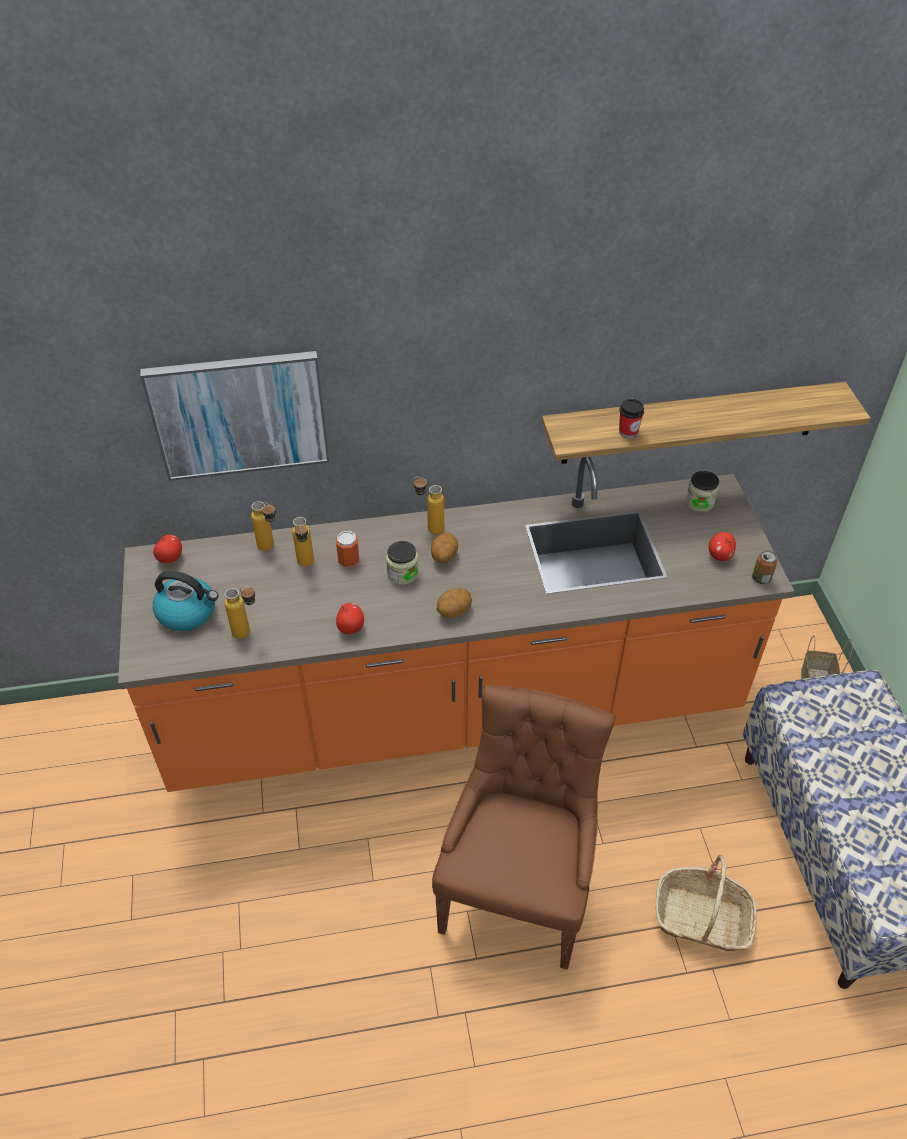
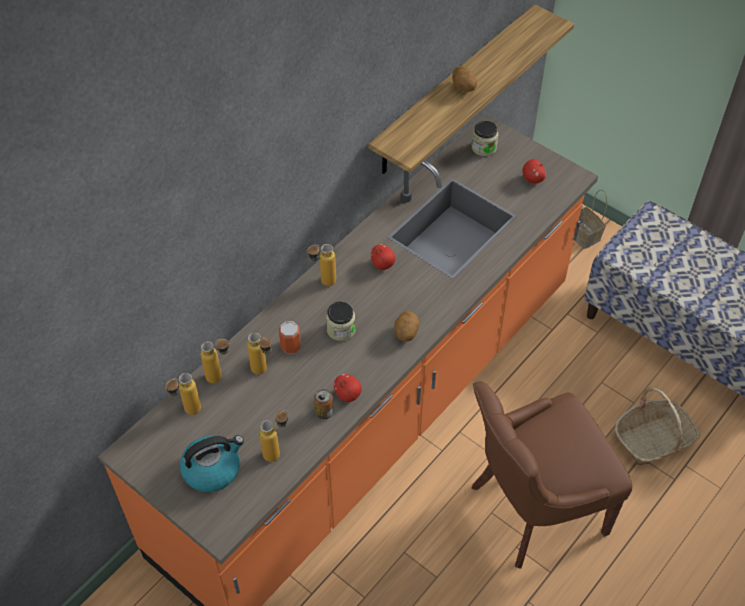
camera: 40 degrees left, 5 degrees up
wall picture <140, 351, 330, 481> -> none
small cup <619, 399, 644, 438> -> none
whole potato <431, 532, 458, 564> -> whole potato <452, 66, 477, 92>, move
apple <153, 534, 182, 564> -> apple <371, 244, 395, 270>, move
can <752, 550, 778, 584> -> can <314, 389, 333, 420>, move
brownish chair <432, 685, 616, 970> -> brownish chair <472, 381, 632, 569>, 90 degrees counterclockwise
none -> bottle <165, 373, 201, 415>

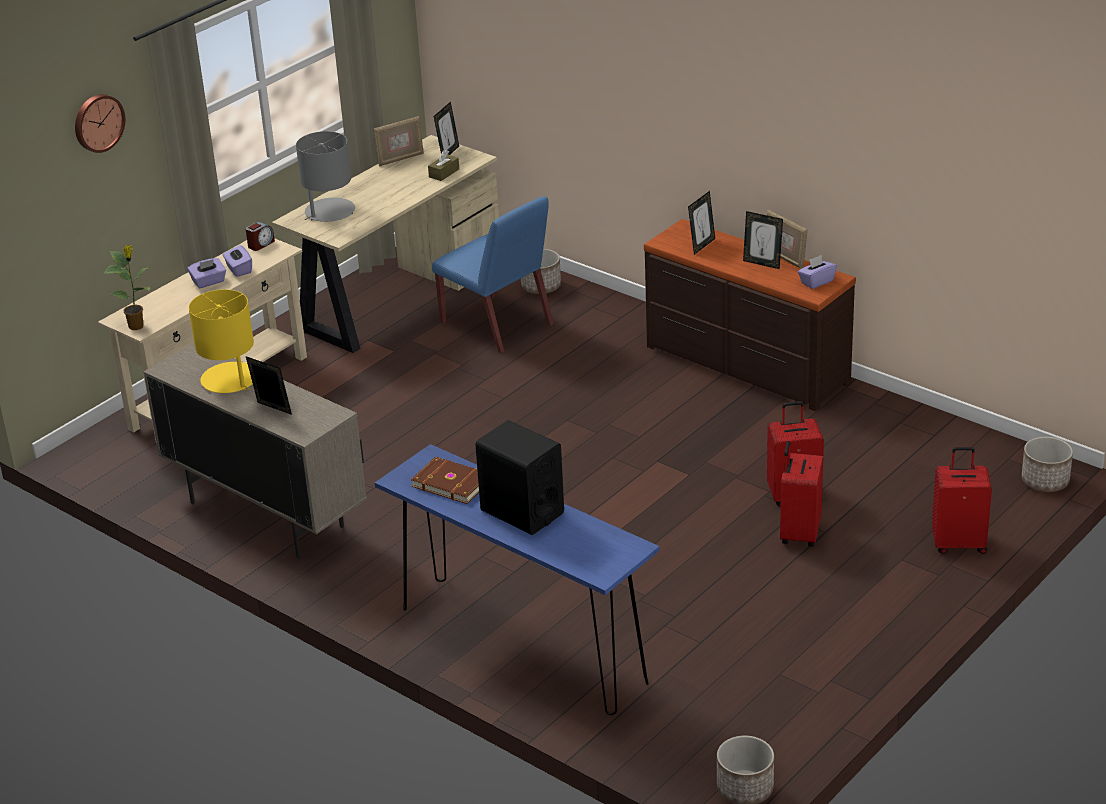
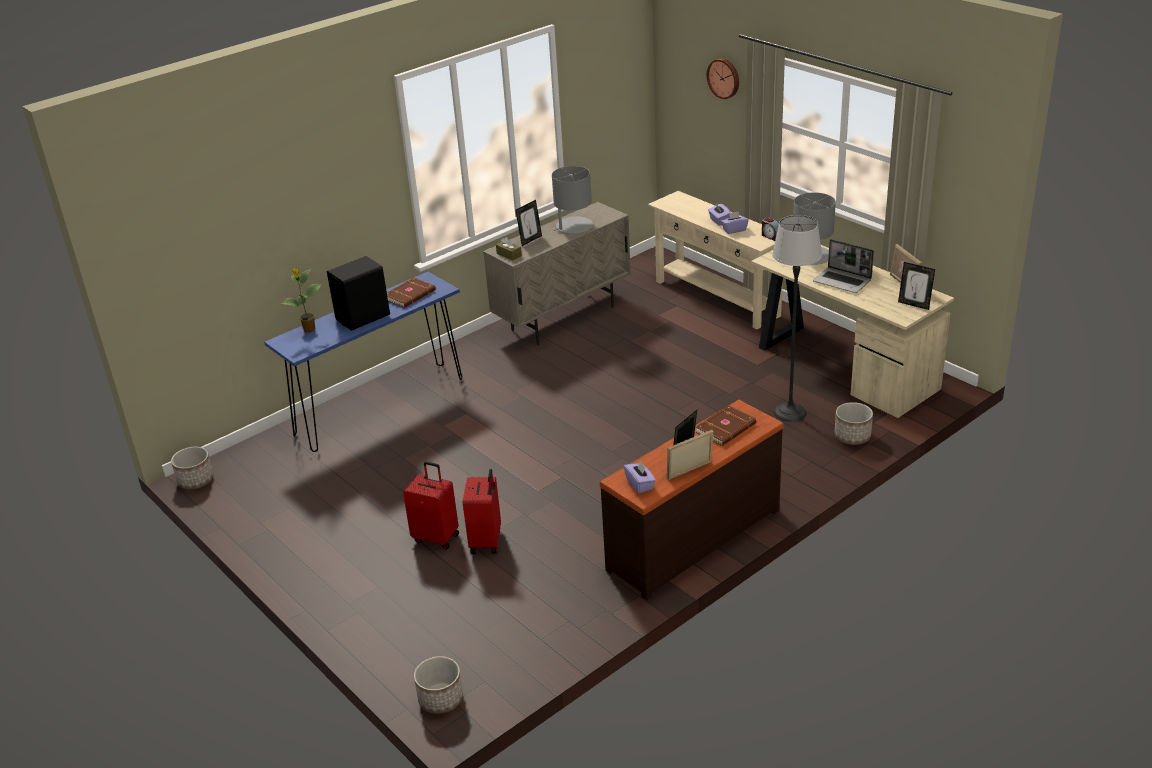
camera: 100 degrees right, 0 degrees up
brownish tissue holder <428, 150, 459, 181> -> brownish tissue holder <496, 237, 522, 261>, move
photo frame <688, 191, 715, 255> -> brownish volume <695, 405, 756, 446>
blue chair <432, 196, 554, 353> -> standing lamp <772, 215, 822, 422>
plant in a pot <103, 245, 151, 330> -> plant in a pot <281, 268, 321, 333>, move
yellowish table lamp <189, 289, 254, 393> -> grey table lamp <552, 166, 593, 234>
red-coloured piece of luggage <932, 447, 992, 554> -> none
none -> laptop <813, 239, 874, 293>

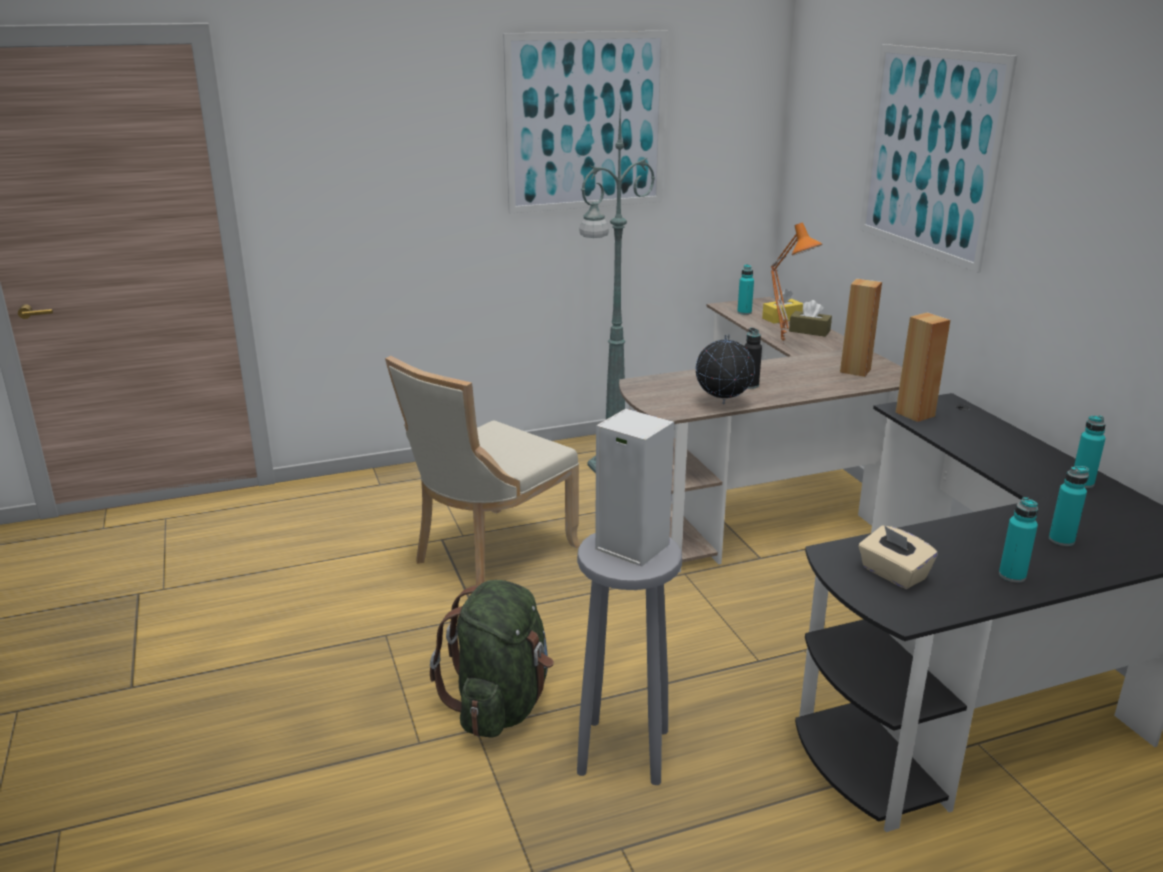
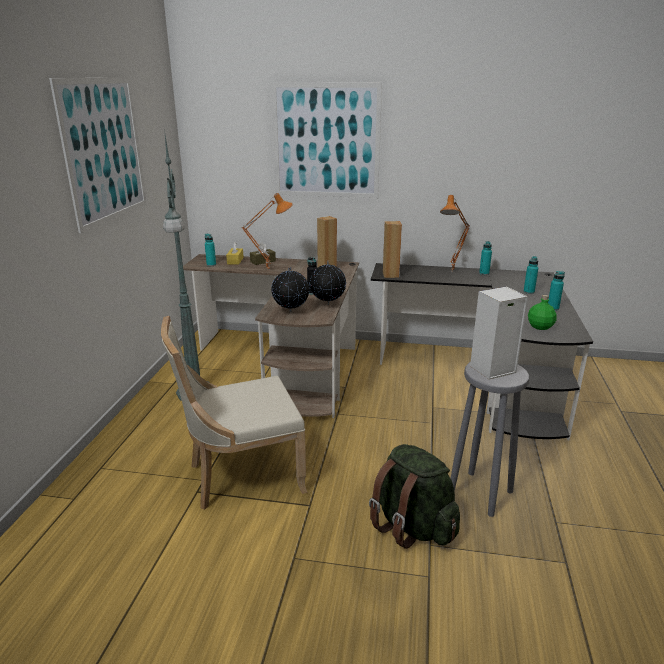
camera: 60 degrees left, 0 degrees up
sand-coloured chair <385, 356, 580, 585> -> sand-coloured chair <161, 316, 308, 510>, 90 degrees clockwise
sand-coloured tissue holder <858, 525, 938, 589> -> green-coloured bottle <528, 295, 557, 330>
none -> orange-coloured table lamp <440, 195, 470, 270>
none -> world globe <271, 267, 309, 312>

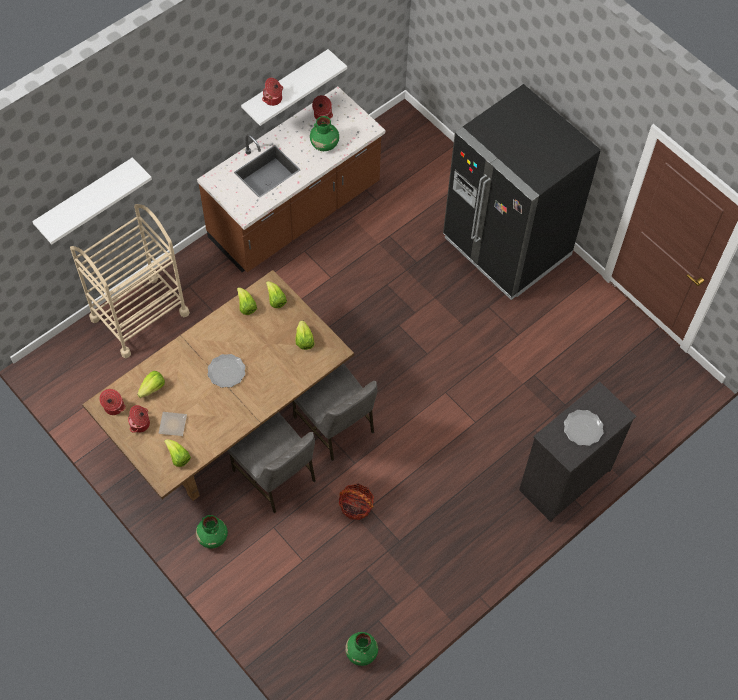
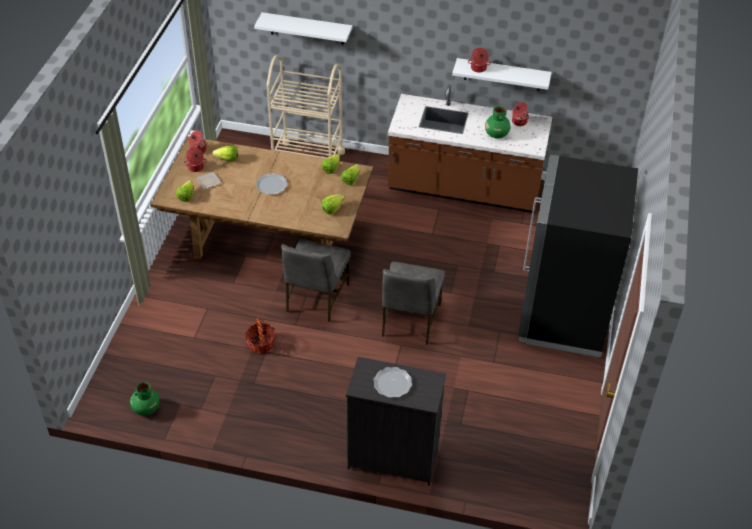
camera: 55 degrees right, 15 degrees down
grey chair <227, 412, 316, 513> -> grey chair <382, 262, 445, 345>, move
green-coloured flower vase <196, 515, 228, 549> -> none

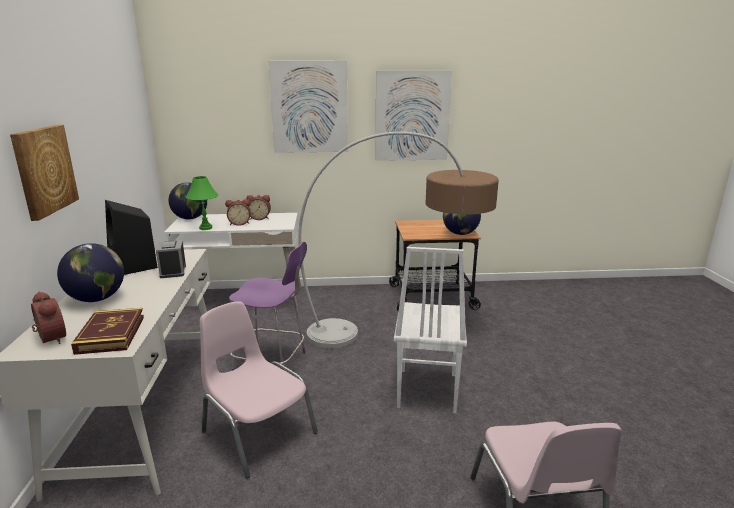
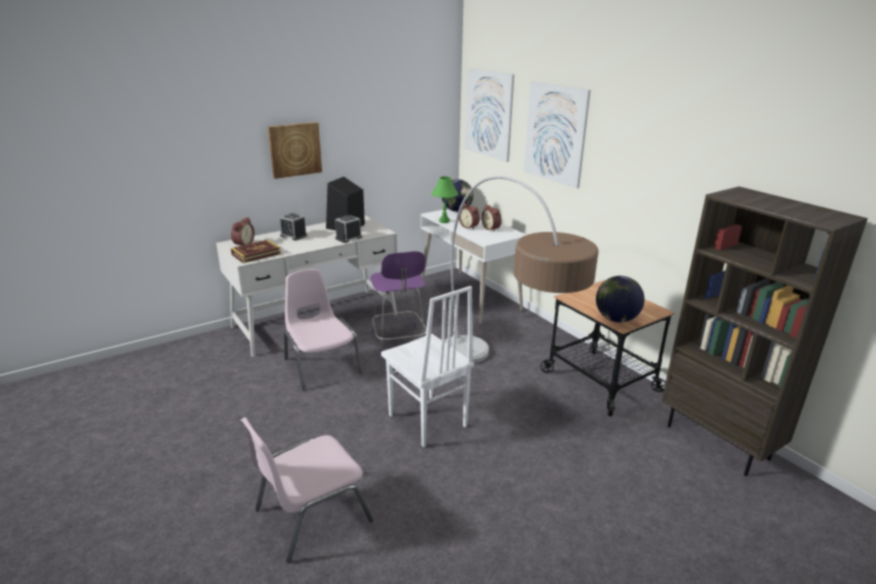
camera: 60 degrees right, 5 degrees up
wall picture <376, 71, 452, 161> -> wall picture <465, 68, 514, 162>, move
world globe <57, 243, 124, 302> -> alarm clock <279, 213, 307, 241>
whitish chair <394, 247, 467, 413> -> whitish chair <381, 286, 474, 448>, 105 degrees counterclockwise
pink-coloured chair <200, 301, 318, 478> -> pink-coloured chair <284, 269, 363, 391>, 45 degrees counterclockwise
none -> brownish bookcase <662, 187, 868, 476>

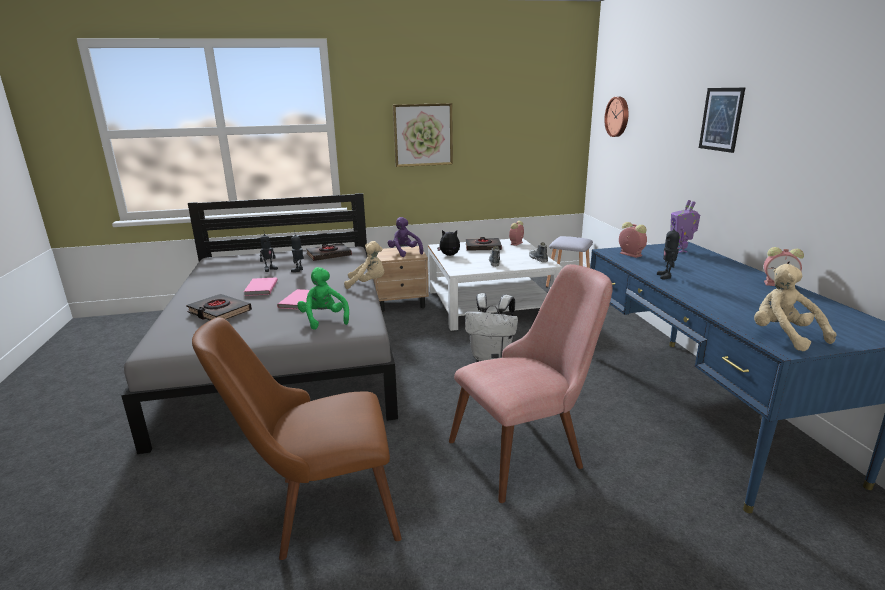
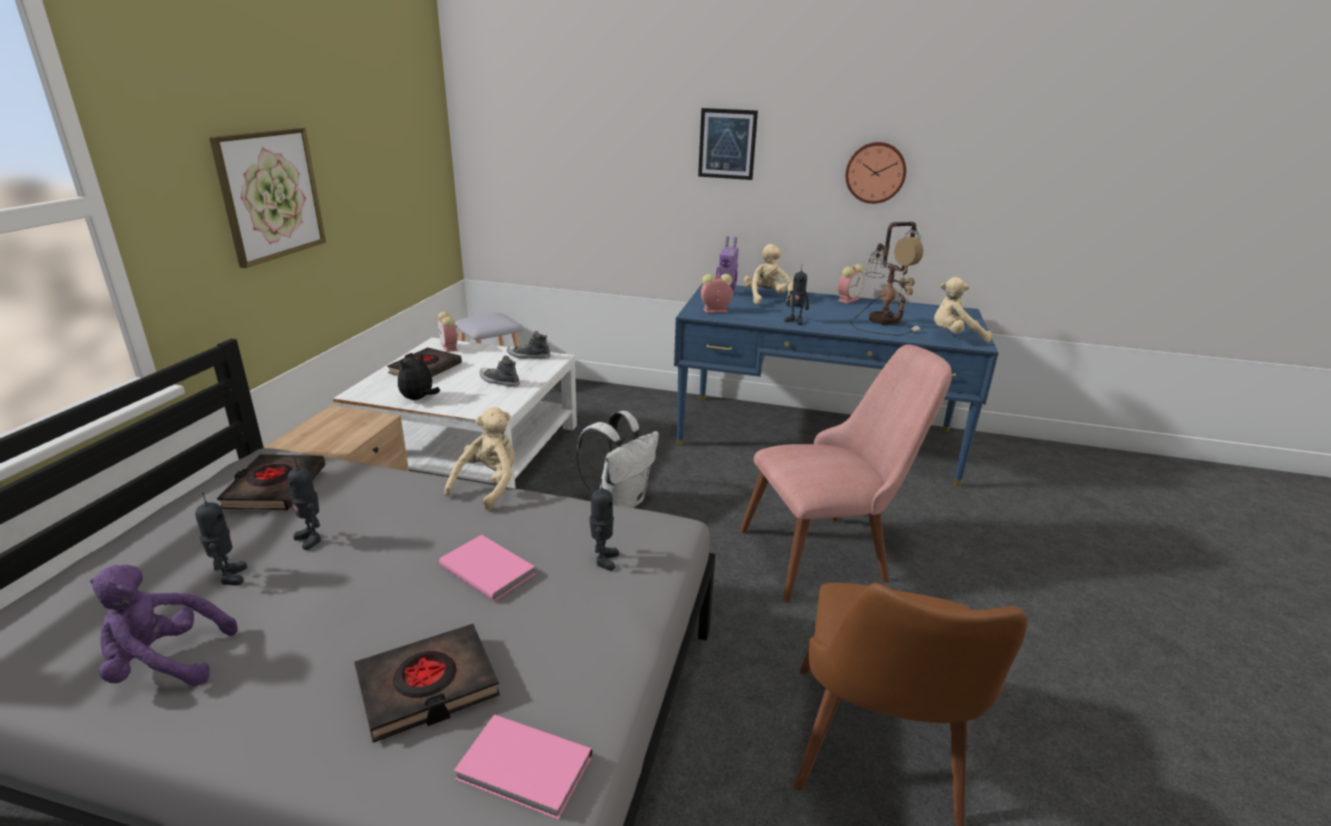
camera: 65 degrees left, 5 degrees up
hanging clock <604, 97, 629, 137> -> hanging clock <845, 142, 906, 204>, move
purple-coloured soft toy <388, 217, 423, 257> -> purple-coloured soft toy <90, 565, 238, 686>, move
pink-coloured chair <449, 264, 613, 503> -> pink-coloured chair <740, 344, 952, 603>, 75 degrees clockwise
green-coloured soft toy <297, 267, 349, 330> -> robot figure <589, 479, 619, 571>
pink-coloured volume <244, 277, 278, 296> -> pink-coloured volume <454, 715, 593, 819>, move
none -> table lamp <851, 222, 923, 335>
none -> sand-coloured soft toy <744, 244, 794, 305>

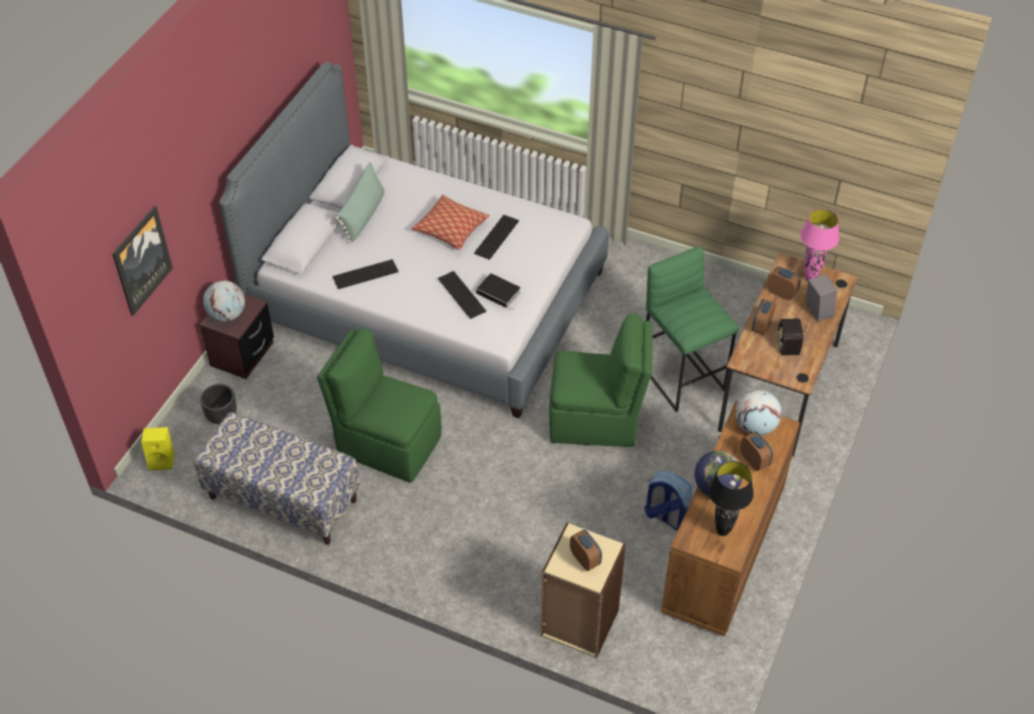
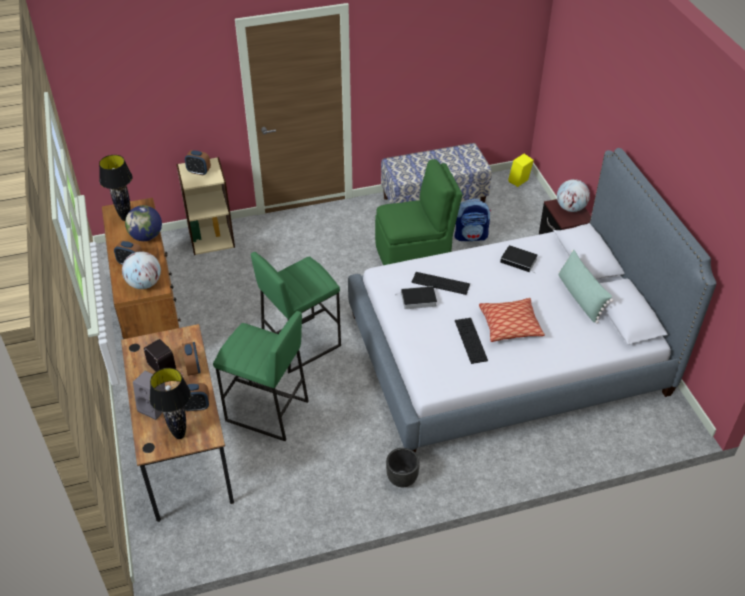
camera: 140 degrees right, 5 degrees down
wall picture <112, 206, 173, 316> -> none
pink-coloured table lamp <800, 209, 839, 281> -> black-coloured table lamp <149, 368, 191, 439>
keyboard <333, 259, 399, 289> -> volume <500, 245, 538, 273>
green-coloured chair <549, 314, 653, 447> -> green-coloured stool <251, 252, 341, 373>
black-coloured plant pot <200, 384, 237, 424> -> black-coloured plant pot <386, 448, 420, 487>, move
knapsack <644, 471, 693, 531> -> knapsack <454, 199, 491, 241>, move

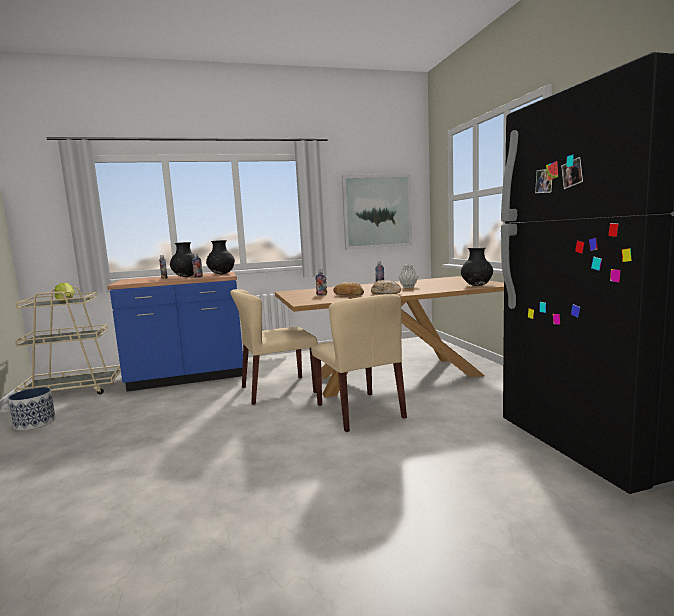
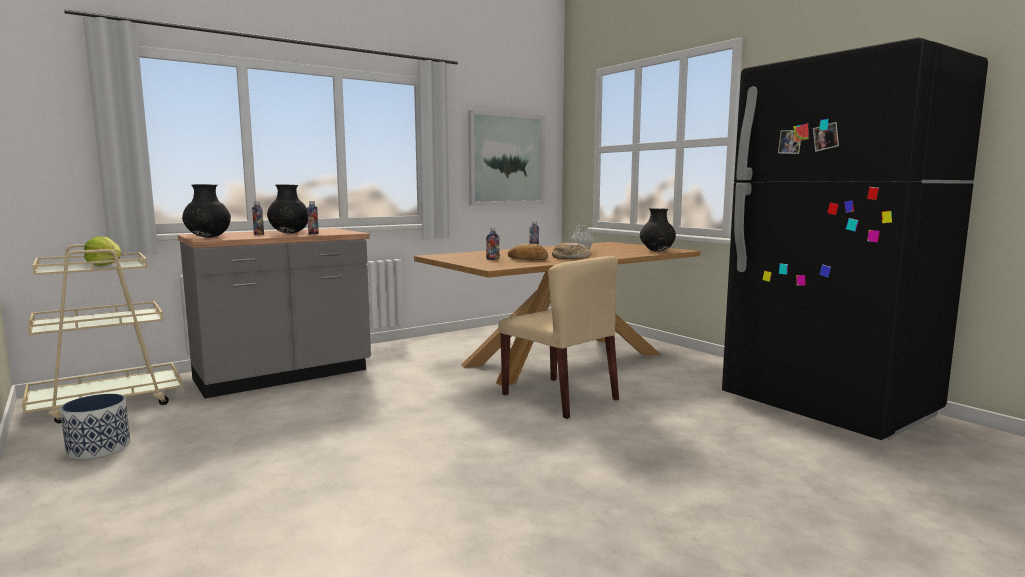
camera: 20 degrees left, 0 degrees up
black-coloured flower vase <206, 240, 235, 274> -> black-coloured flower vase <182, 184, 231, 238>, move
blue counter <107, 271, 243, 392> -> grey counter <178, 228, 371, 398>
sand-coloured chair <230, 289, 318, 405> -> none

